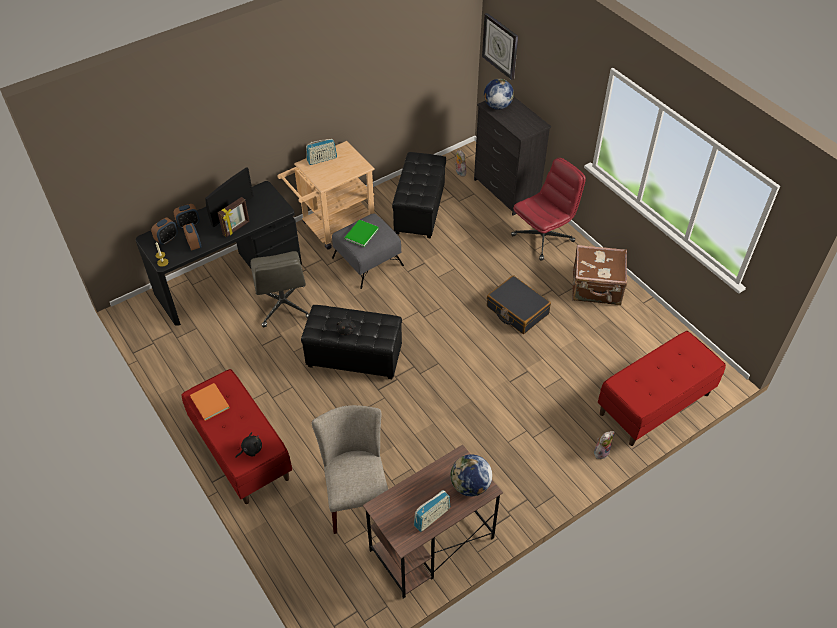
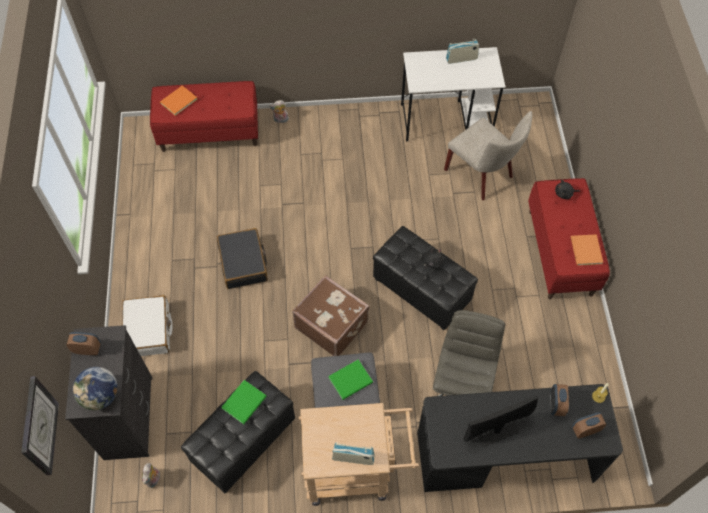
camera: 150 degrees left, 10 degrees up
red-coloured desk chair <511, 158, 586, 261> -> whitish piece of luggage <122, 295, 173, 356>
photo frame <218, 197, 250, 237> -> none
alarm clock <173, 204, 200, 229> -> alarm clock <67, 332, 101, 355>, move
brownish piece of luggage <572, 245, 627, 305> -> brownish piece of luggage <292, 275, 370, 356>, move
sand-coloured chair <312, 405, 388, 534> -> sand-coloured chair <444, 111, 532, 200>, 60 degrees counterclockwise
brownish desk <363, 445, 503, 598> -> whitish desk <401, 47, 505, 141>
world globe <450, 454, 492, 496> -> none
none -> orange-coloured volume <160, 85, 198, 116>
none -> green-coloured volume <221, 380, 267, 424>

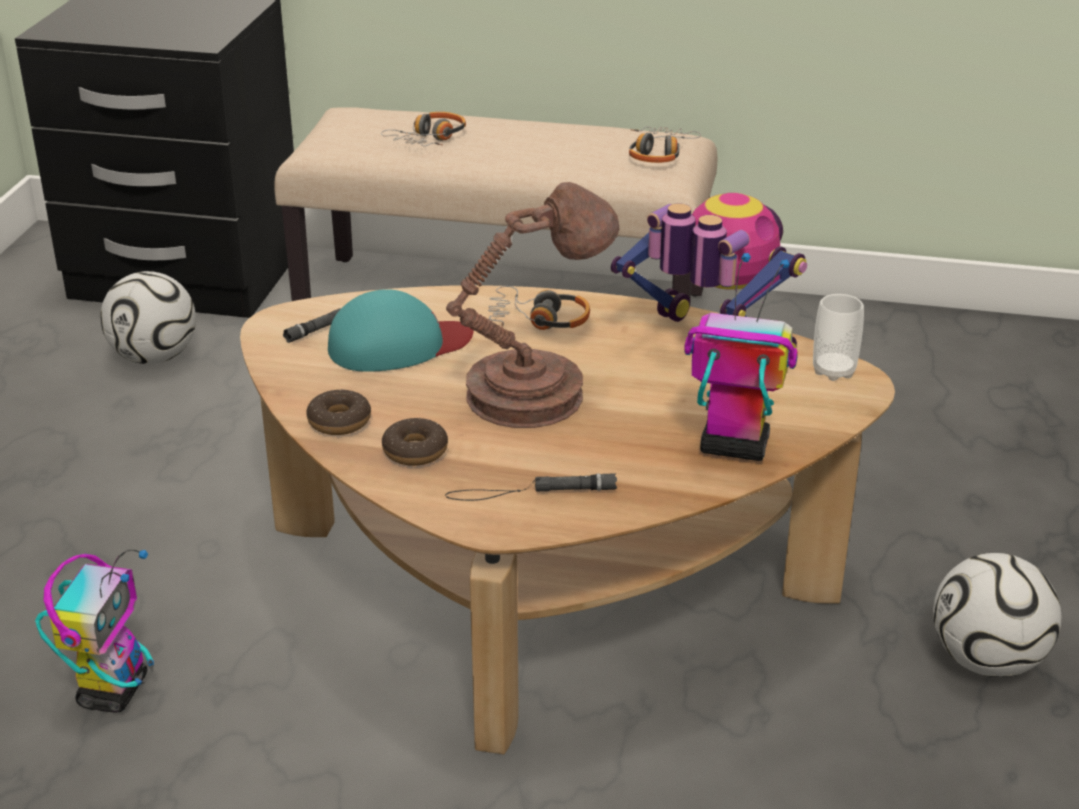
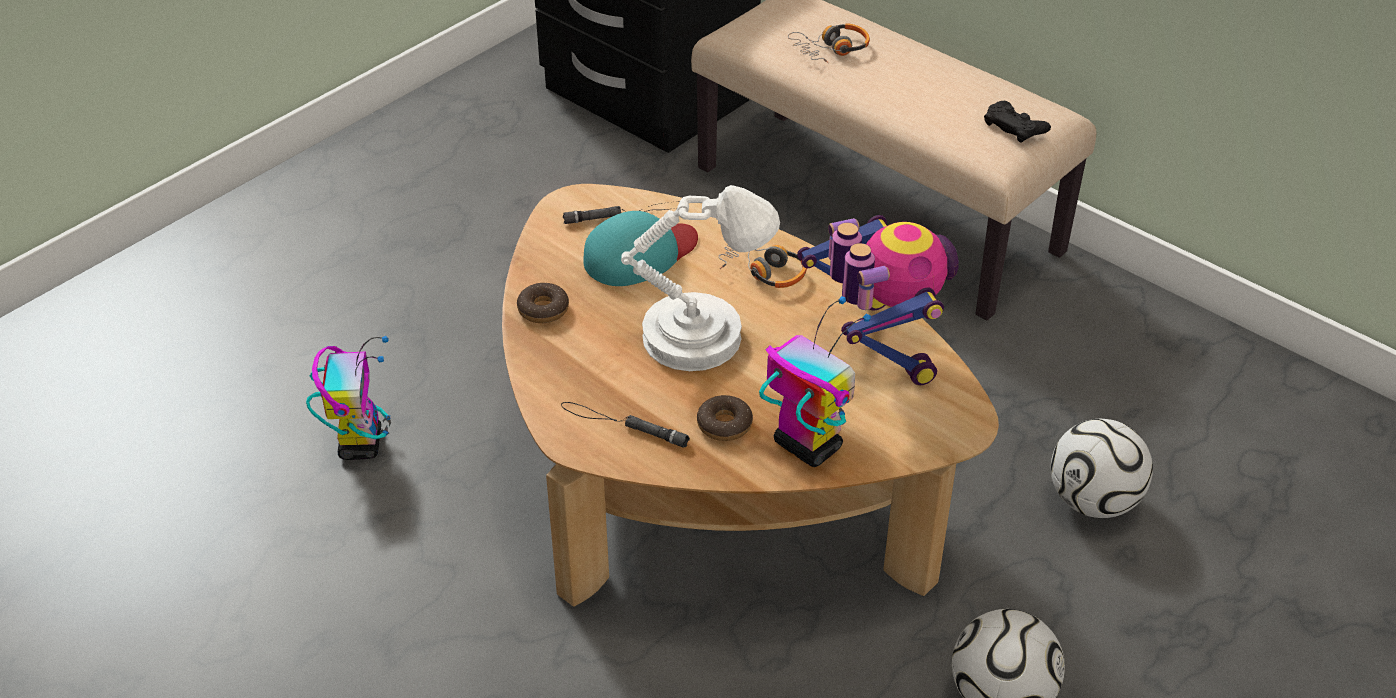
camera: 30 degrees right, 10 degrees up
headphones <629, 126, 701, 163> -> black-coloured game controller <984, 101, 1051, 143>
brownish table lamp <446, 182, 620, 428> -> whitish table lamp <621, 185, 780, 371>
ball for football <100, 271, 196, 364> -> ball for football <1051, 419, 1153, 518>, move
turquoise-coloured cap <328, 289, 473, 372> -> turquoise-coloured cap <583, 211, 698, 286>, 45 degrees counterclockwise
small cup <813, 294, 864, 381> -> none
ring doughnut <382, 418, 448, 466> -> ring doughnut <697, 395, 753, 441>, move
robot figure <35, 550, 154, 713> -> robot figure <306, 336, 391, 460>, 45 degrees counterclockwise

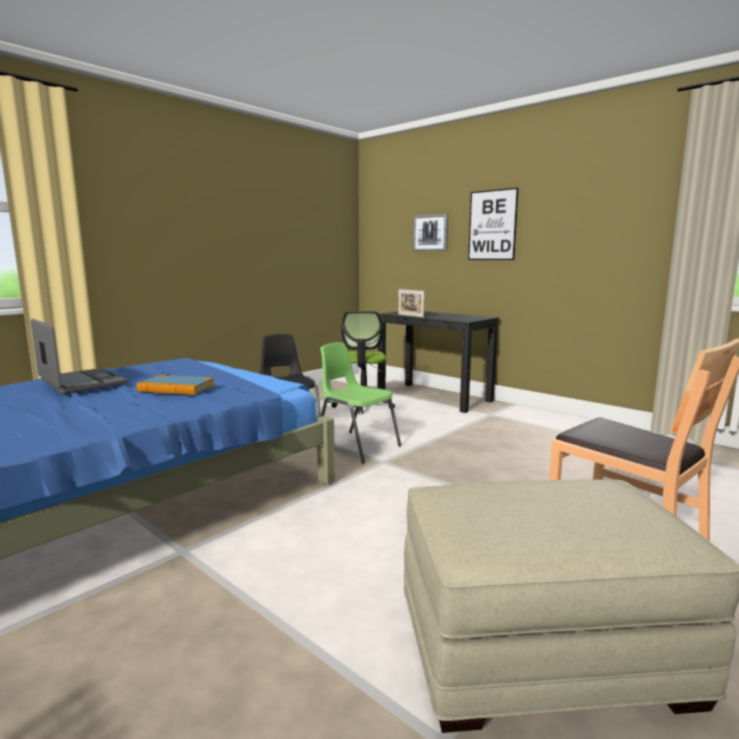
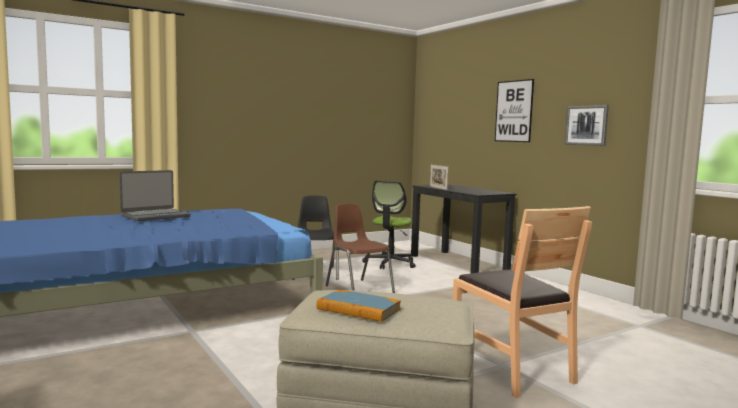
camera: 15 degrees right, 5 degrees down
wall picture <413, 214, 448, 251> -> wall picture <565, 105, 609, 146>, move
laptop <31, 319, 127, 394> -> laptop <119, 170, 191, 221>, 75 degrees clockwise
green-coloured chair <316, 342, 401, 463> -> brownish chair <326, 203, 395, 293>
volume <137, 375, 215, 395> -> volume <316, 289, 401, 322>, move

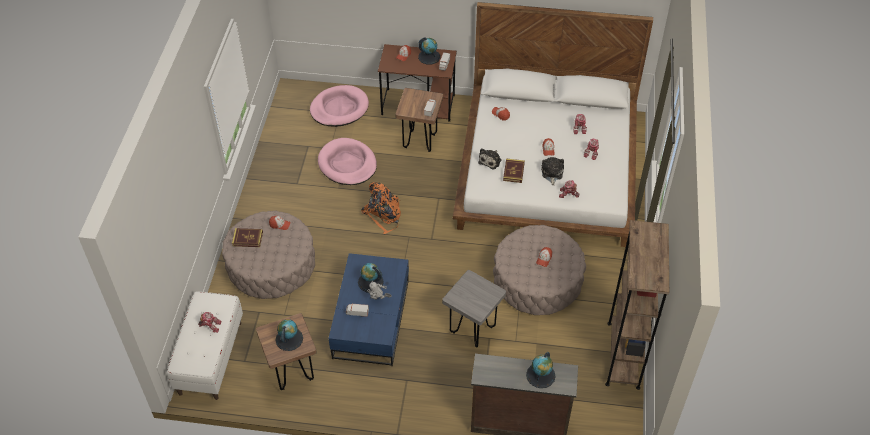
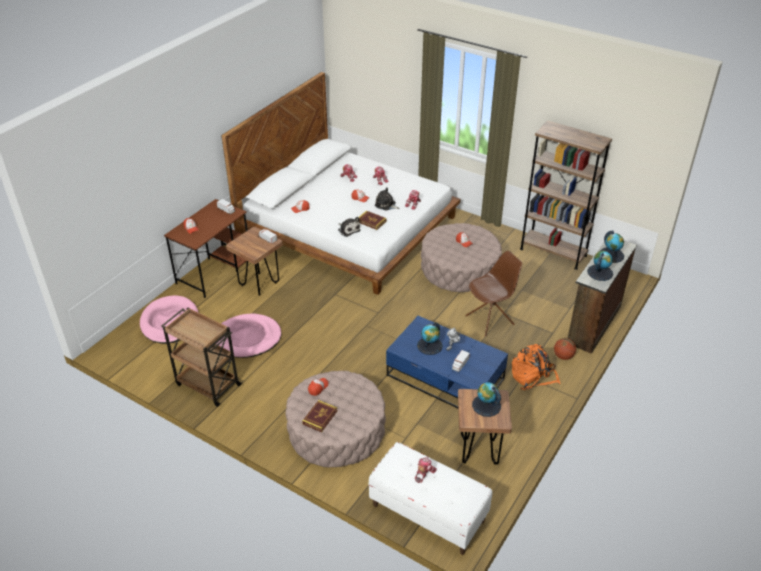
camera: 65 degrees left, 10 degrees down
world globe <418, 37, 440, 65> -> world globe <587, 251, 613, 281>, move
orange-coloured knapsack <361, 182, 401, 234> -> orange-coloured knapsack <512, 344, 561, 390>, move
grey stool <442, 270, 506, 347> -> brownish chair <465, 251, 522, 337>
none -> brownish trolley <161, 307, 242, 407>
none -> basketball <554, 338, 576, 360>

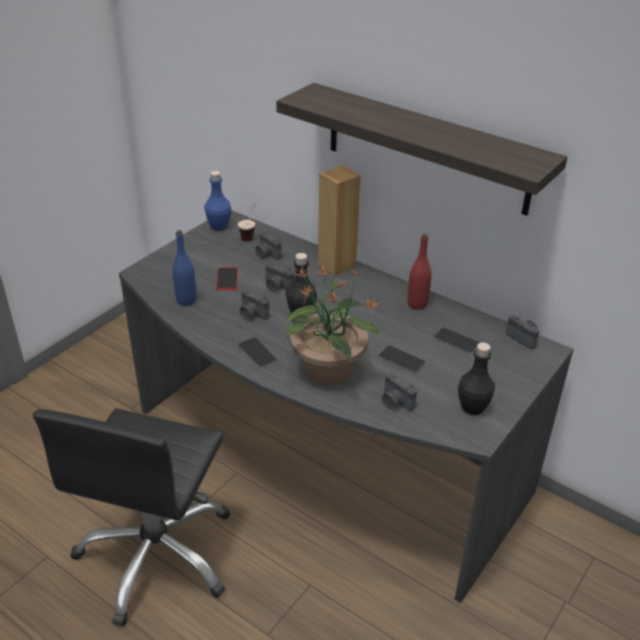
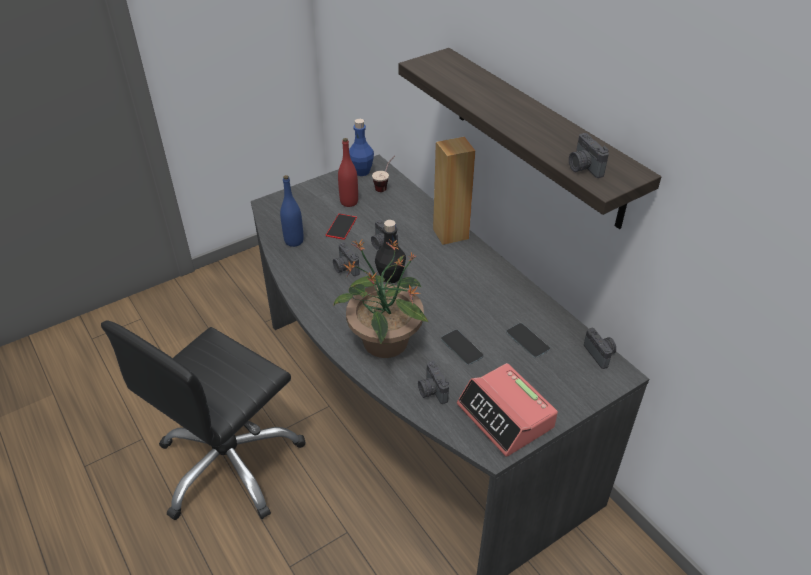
camera: 20 degrees right, 5 degrees up
photo camera <255, 231, 282, 260> -> photo camera <569, 133, 609, 178>, move
red-coloured bottle <408, 234, 431, 310> -> red-coloured bottle <338, 138, 358, 207>, move
phone <238, 337, 277, 368> -> none
black-coloured bottle <458, 343, 495, 415> -> alarm clock <457, 363, 558, 457>

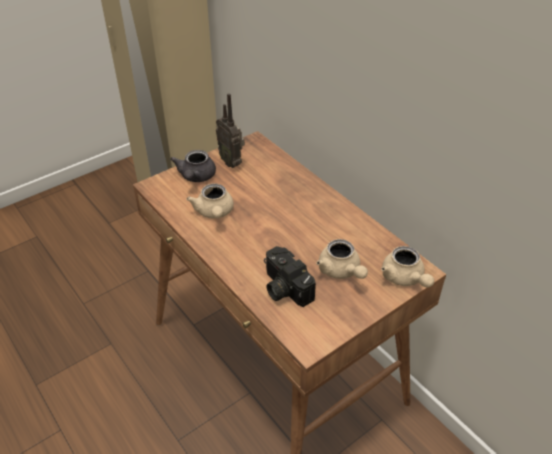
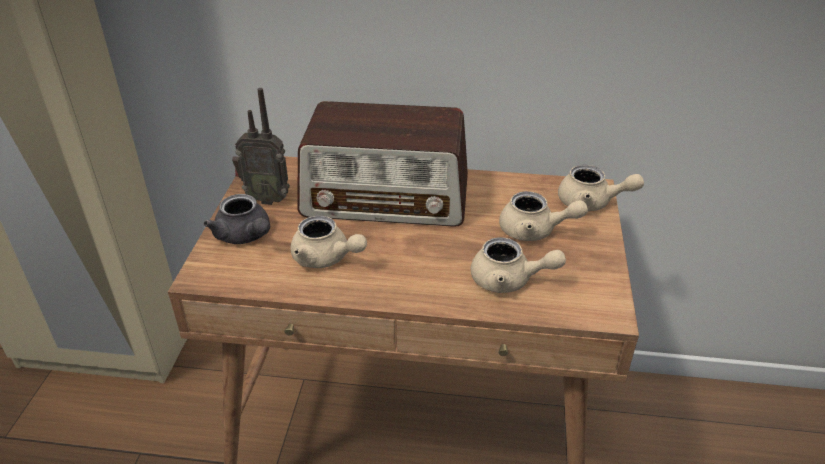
camera: 45 degrees left, 5 degrees down
photo camera <264, 246, 316, 307> -> sand-coloured tea pot <471, 237, 566, 293>
none -> radio set <297, 101, 468, 227>

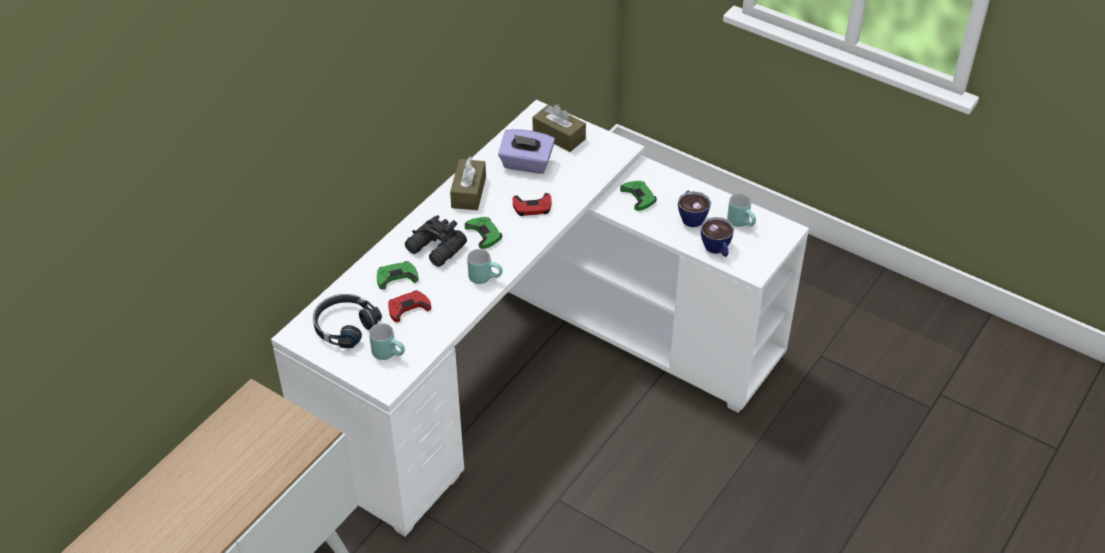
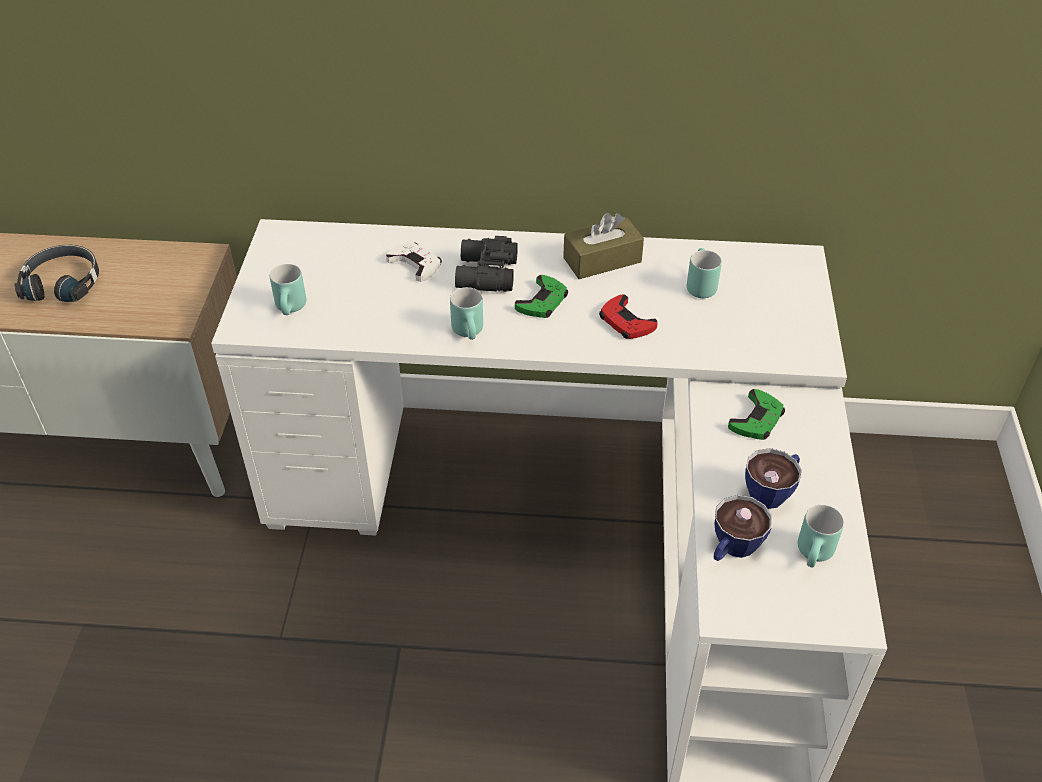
camera: 60 degrees right, 0 degrees up
brownish tissue holder <533, 104, 586, 152> -> none
purple-coloured tissue holder <498, 129, 555, 174> -> turquoise-coloured mug <687, 248, 722, 298>
green-coloured game controller <377, 261, 418, 290> -> whitish game controller <386, 242, 442, 282>
red-coloured game controller <388, 290, 431, 322> -> none
black-coloured headphones <313, 294, 382, 349> -> black-coloured headphones <14, 245, 99, 302>, move

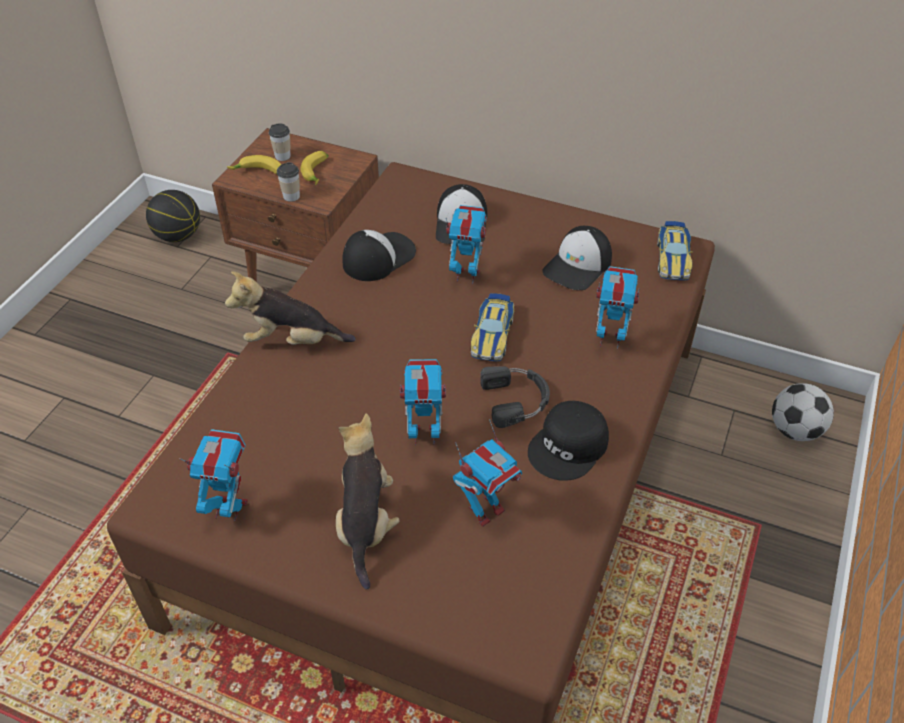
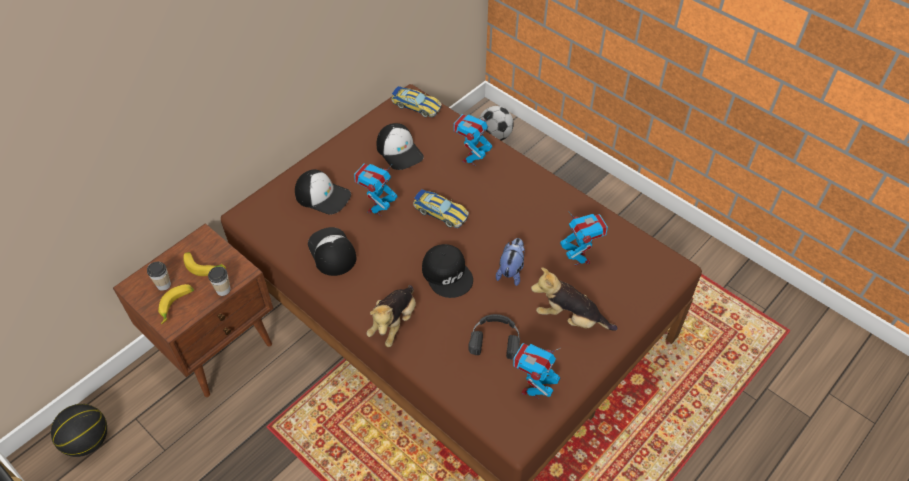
camera: 70 degrees left, 5 degrees up
robot figure <400, 359, 446, 445> -> soft toy <496, 238, 525, 286>
black-coloured headphones <480, 366, 550, 428> -> black-coloured headphones <468, 314, 520, 359>, move
black-coloured cap <528, 401, 609, 481> -> black-coloured cap <422, 244, 473, 298>, move

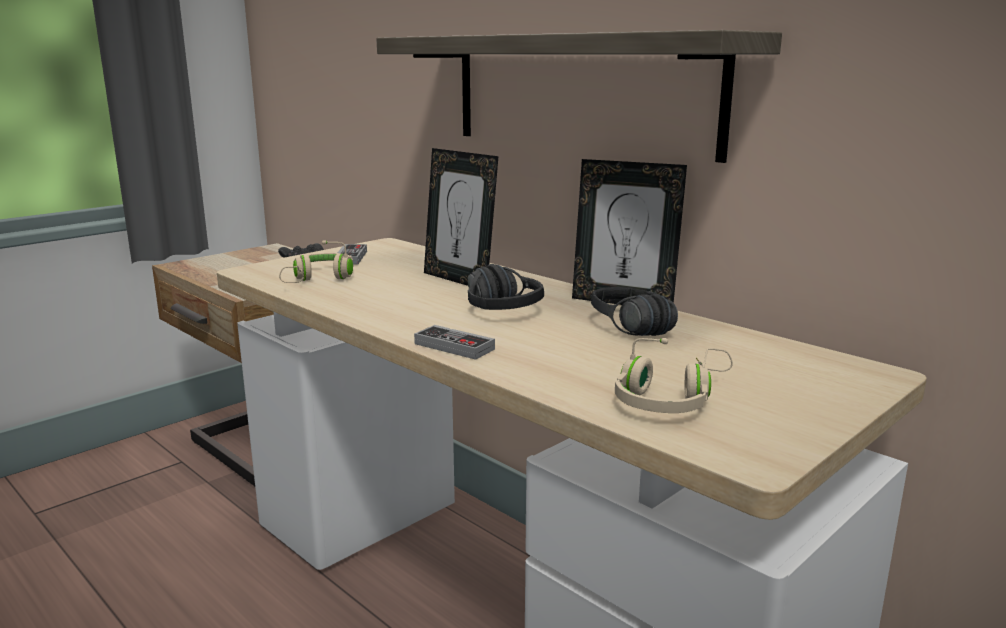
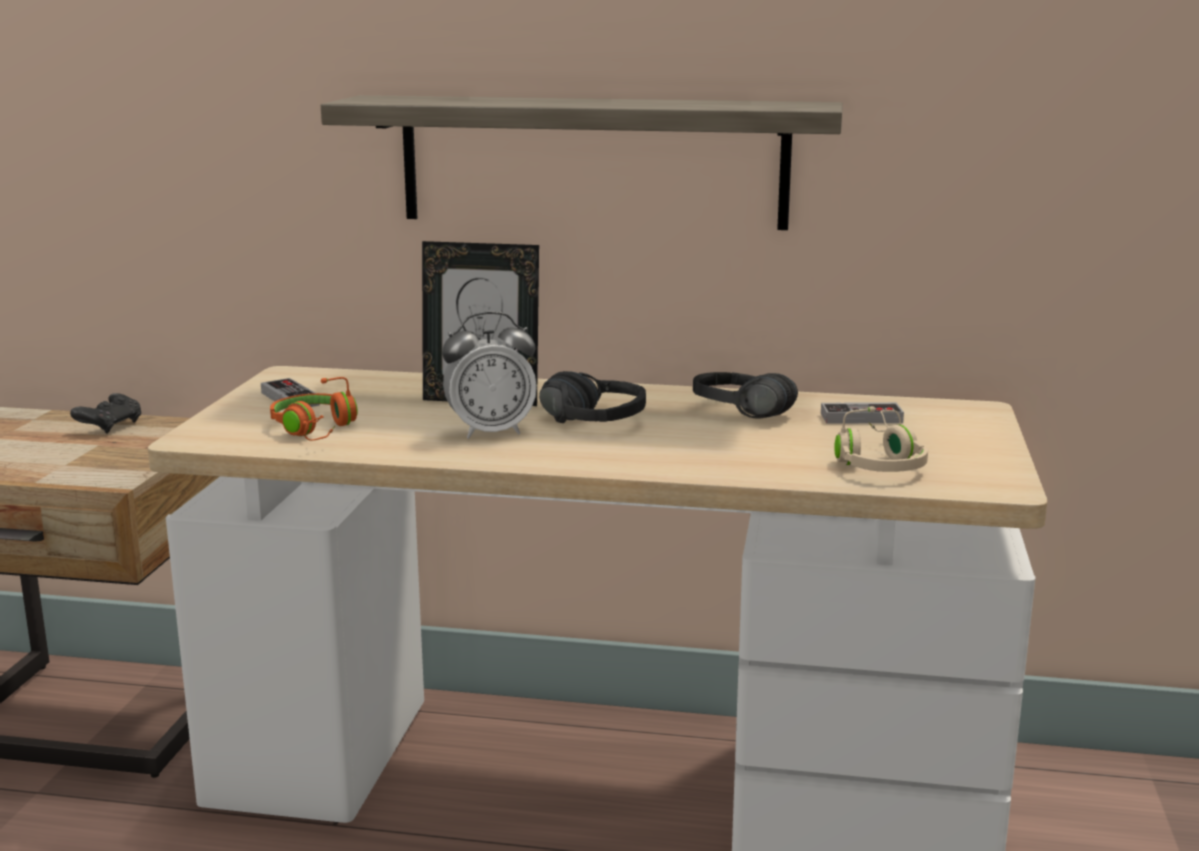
camera: 35 degrees left, 0 degrees up
photo frame <572, 159, 687, 305> -> none
sand-coloured headphones <279, 240, 353, 283> -> orange-coloured headphones <270, 377, 358, 441>
game controller <414, 325, 495, 360> -> game controller <821, 402, 904, 424>, move
none -> alarm clock <442, 311, 537, 439>

